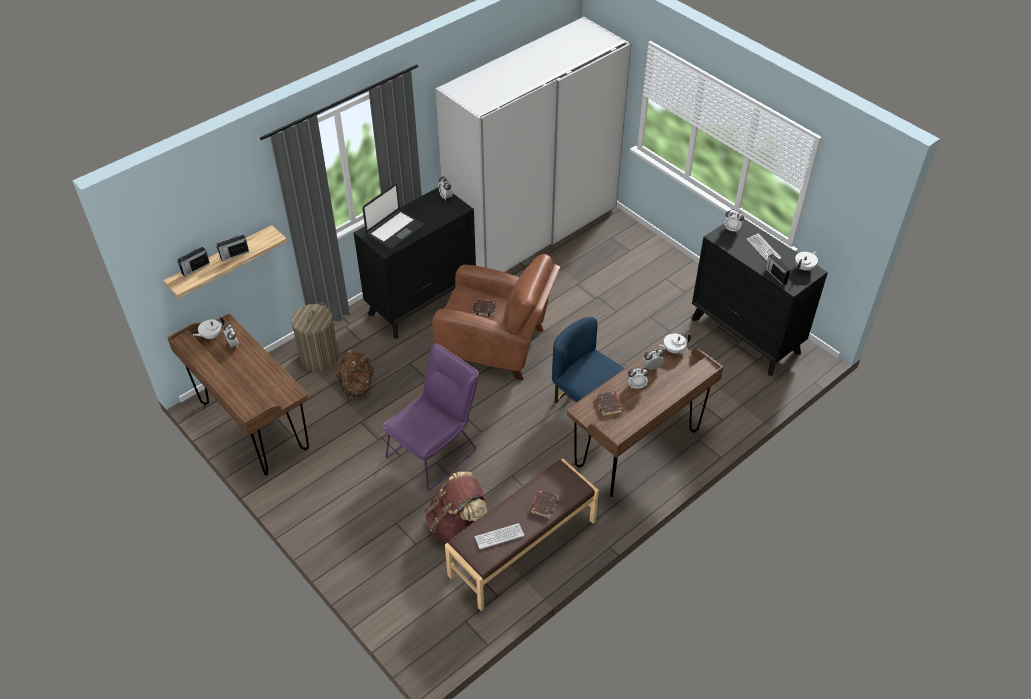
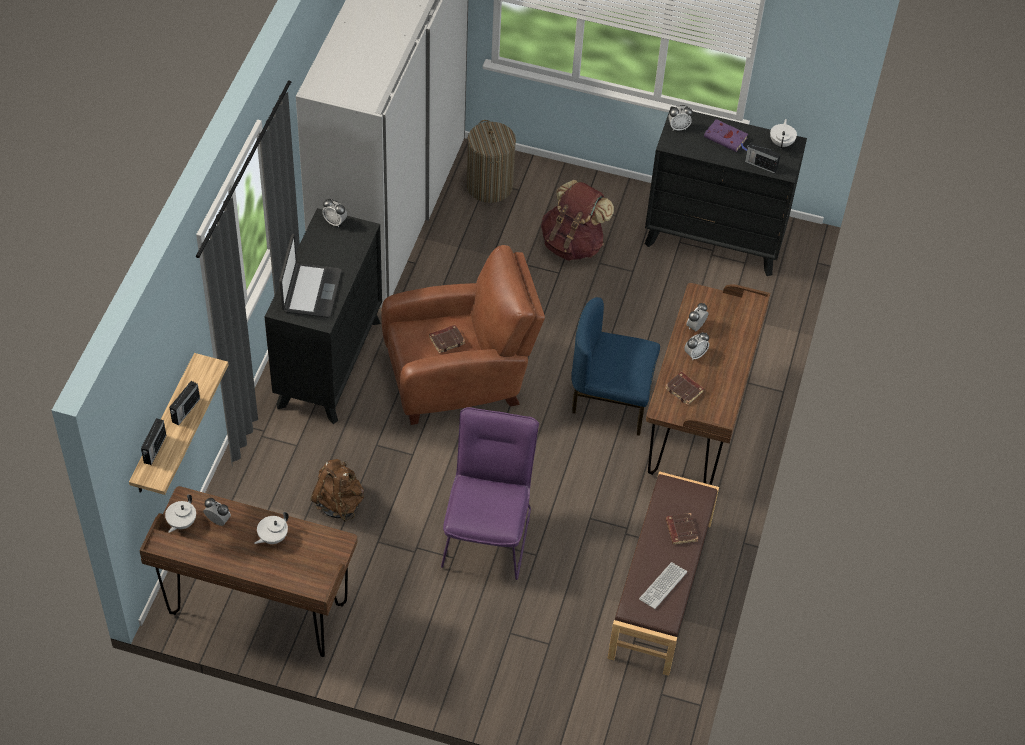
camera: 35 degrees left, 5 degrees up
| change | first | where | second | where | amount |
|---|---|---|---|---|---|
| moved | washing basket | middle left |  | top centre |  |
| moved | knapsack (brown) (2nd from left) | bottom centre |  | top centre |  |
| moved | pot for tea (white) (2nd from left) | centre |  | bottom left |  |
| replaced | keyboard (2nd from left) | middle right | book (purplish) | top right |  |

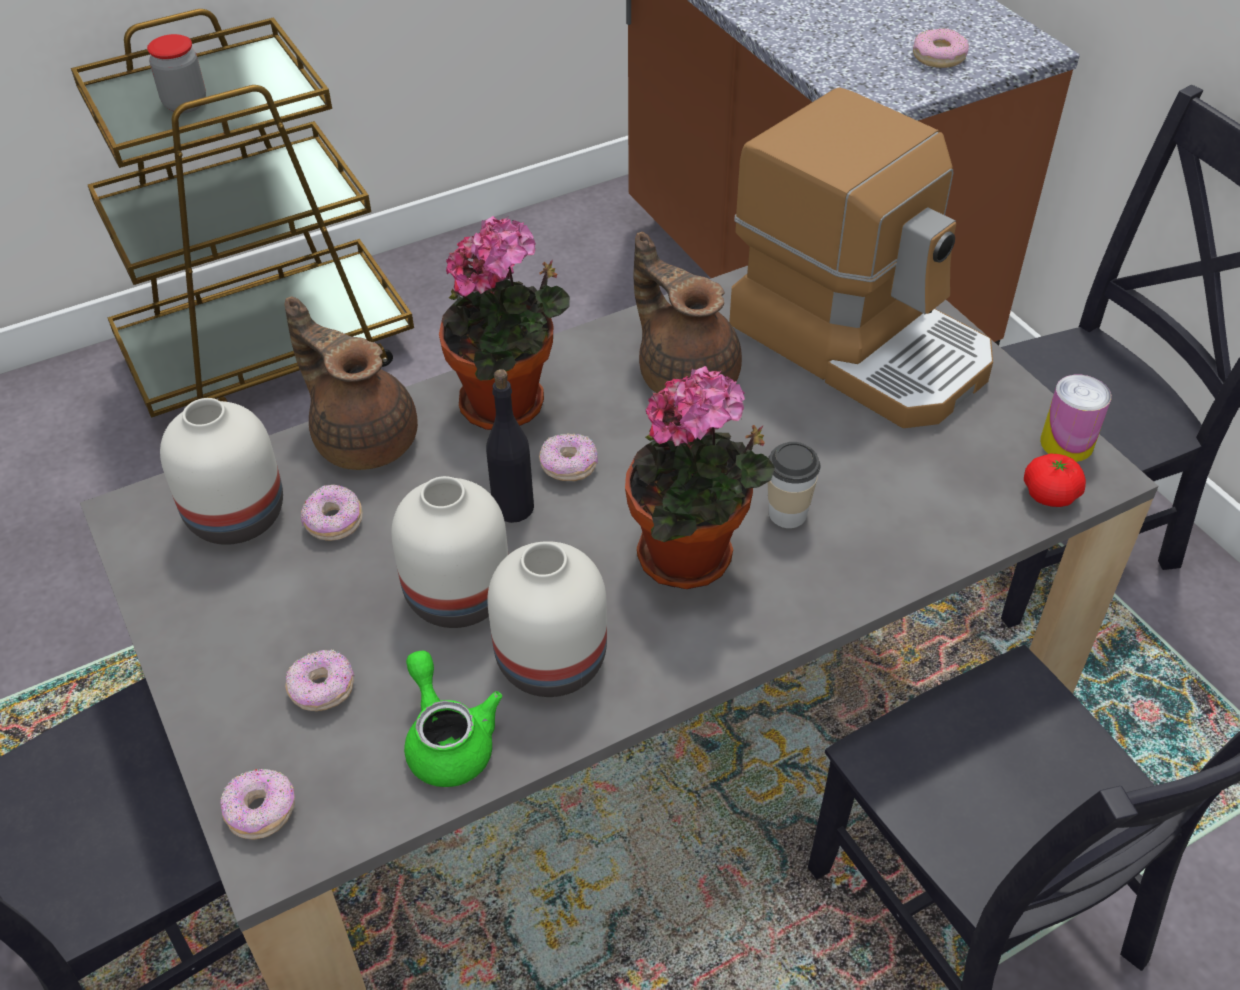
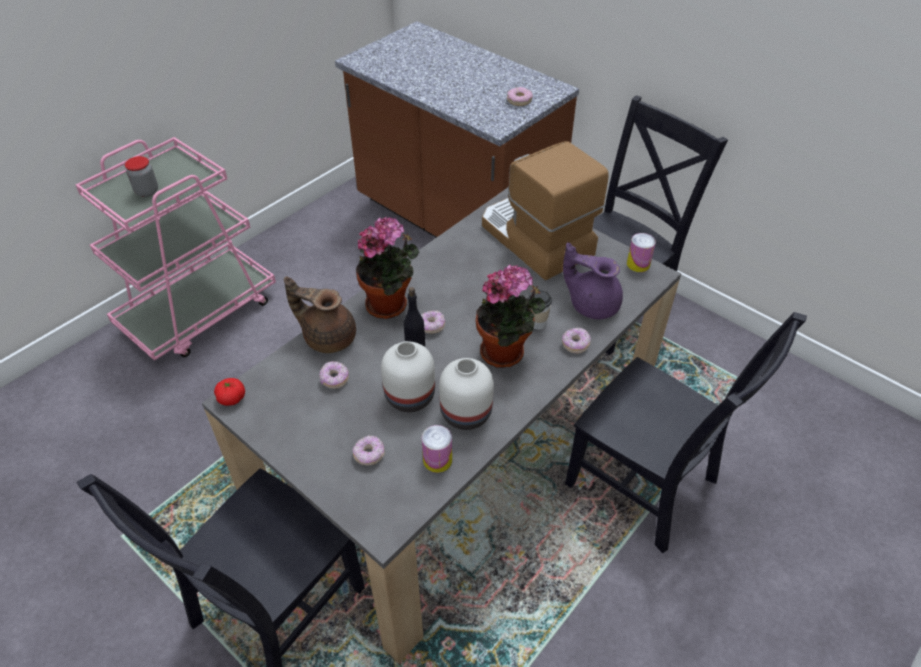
camera: 20 degrees left, 0 degrees up
| change | first | where | second | where | amount |
|---|---|---|---|---|---|
| removed | vase (white) (1st from left) | middle left |  |  |  |
| removed | pot for tea (brown) (2nd from left) | top centre |  |  |  |
| added |  |  | pot for tea (purplish) | centre |  |
| moved | donut (1st from left in the first image) | bottom left | donut (5th from left) | centre |  |
| moved | fresh tomato | middle right |  | middle left |  |
| replaced | pot for tea (greenish) | bottom centre | can (1st from left) | bottom centre |  |
| recoloured | wheeled cart (brown) | top left | wheeled cart (pink) | middle left |  |
| turned | coffee brewer | top right |  | top centre | 150 degrees counterclockwise |

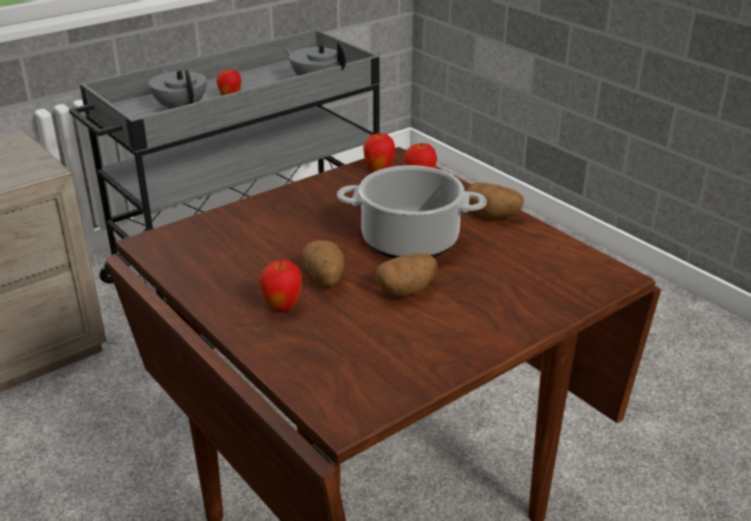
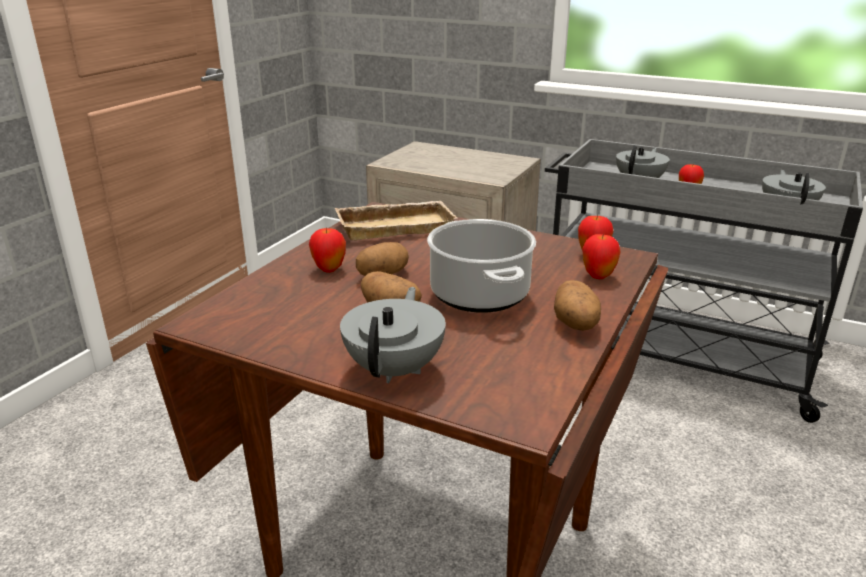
camera: 65 degrees right, 5 degrees down
| change | first | where | second | where | amount |
|---|---|---|---|---|---|
| added |  |  | carrying tray (beige-coloured) | centre |  |
| added |  |  | pot for tea (gray) (1st from left) | centre |  |

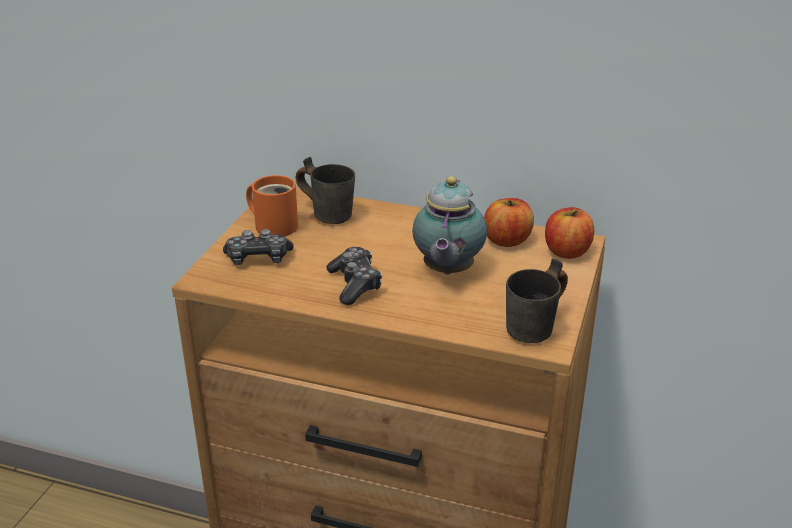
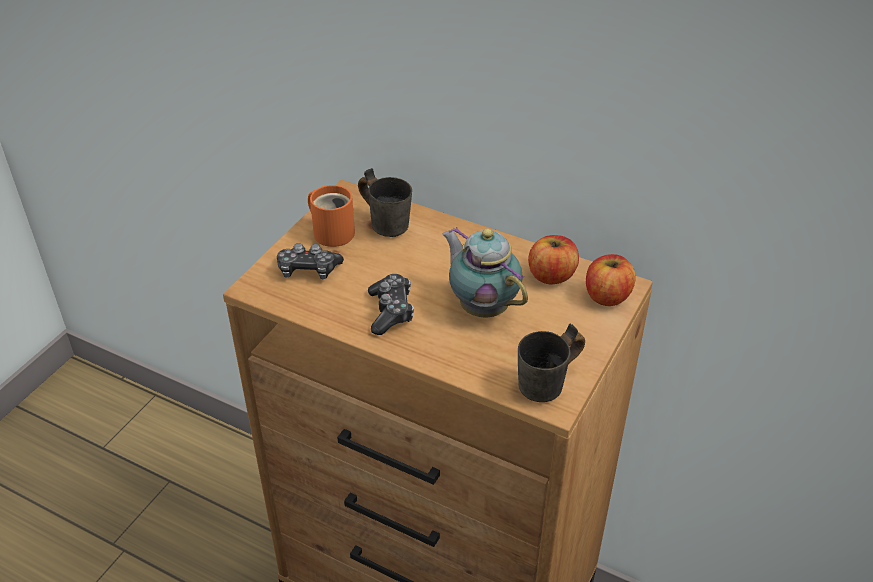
camera: 10 degrees right, 10 degrees up
| change | first | where | second | where | amount |
|---|---|---|---|---|---|
| turned | pot for tea | centre |  | centre | 120 degrees clockwise |

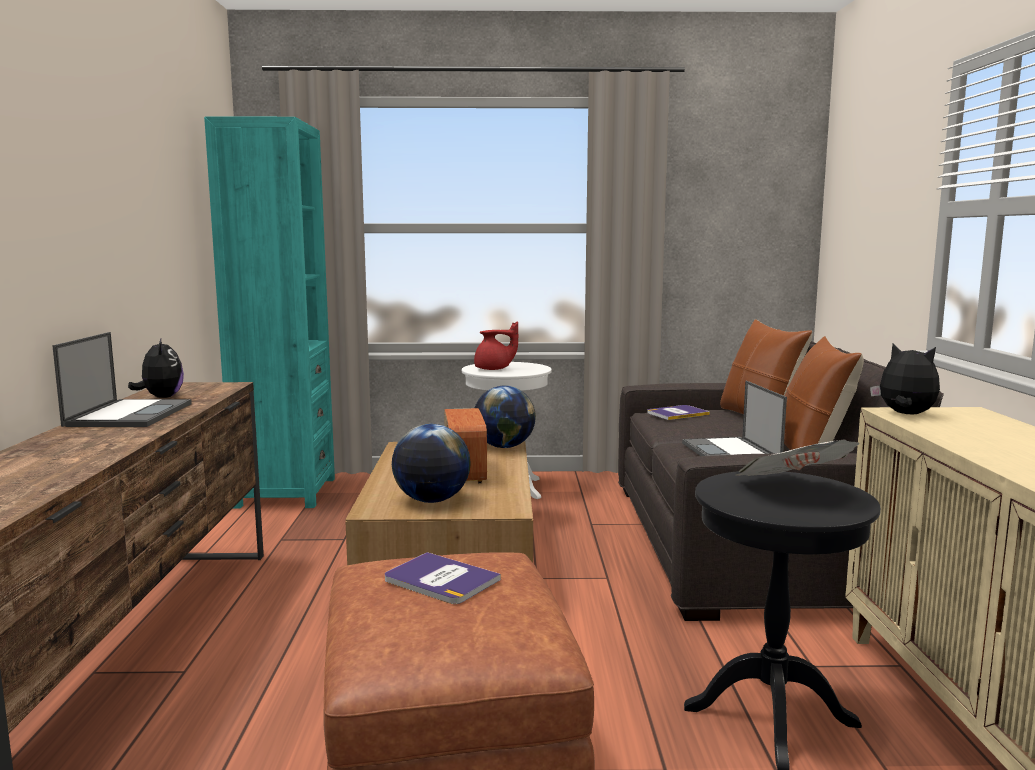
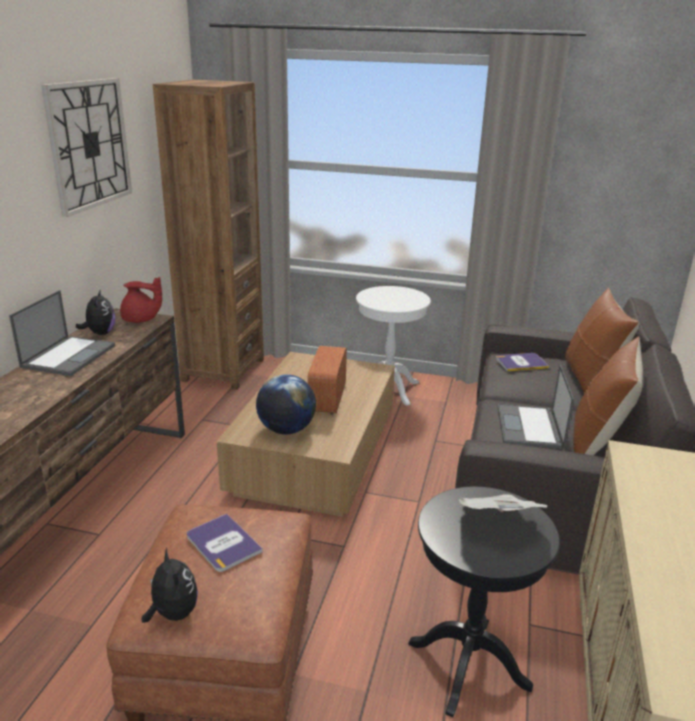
camera: 15 degrees right, 15 degrees up
| change | first | where | second | where | amount |
|---|---|---|---|---|---|
| removed | desk globe (2nd from left) | centre |  |  |  |
| added |  |  | clock on the wall | top left |  |
| moved | pot for tea (red) | centre |  | middle left |  |
| moved | plush toy (2nd from left) | middle right |  | bottom left |  |
| recoloured | bookshelf (turquoise-coloured) | middle left | bookshelf (brown) | top left |  |

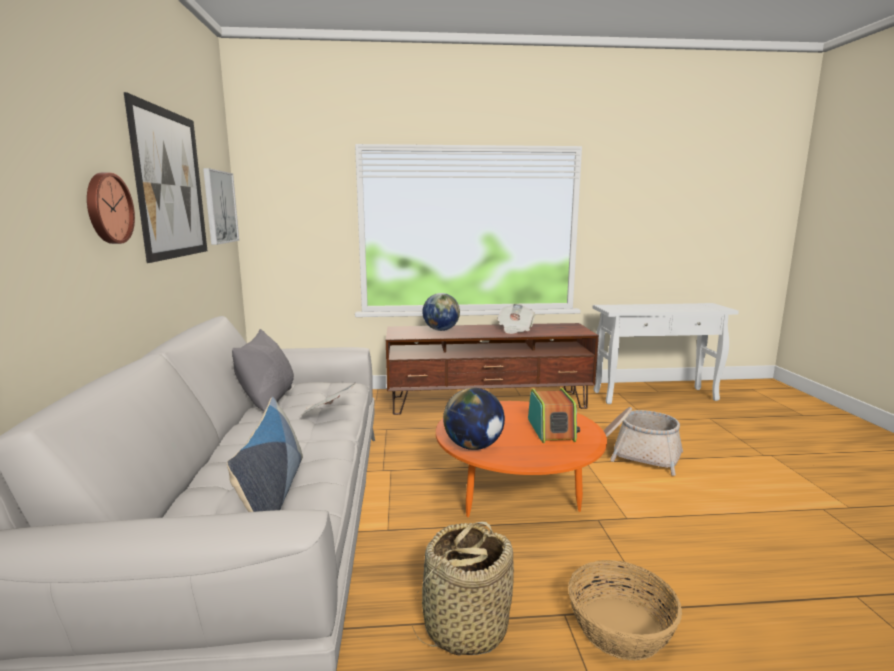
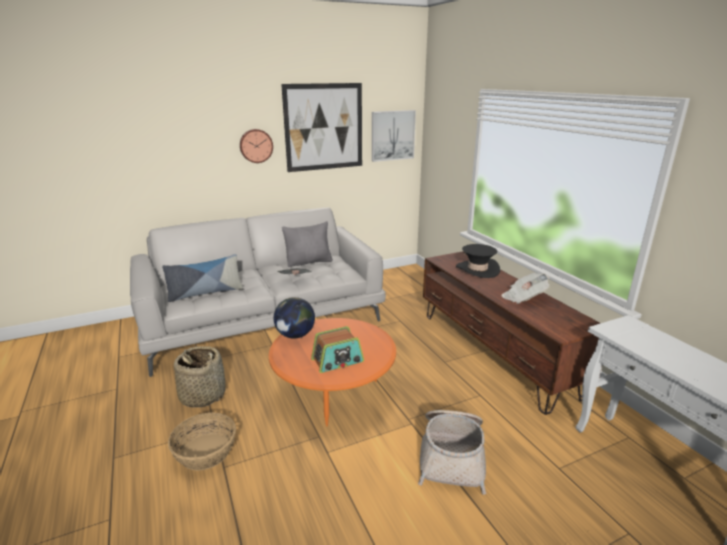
camera: 70 degrees right, 10 degrees up
| change | first | where | second | where | amount |
|---|---|---|---|---|---|
| replaced | desk globe (1st from left) | centre | clothing hat (blackish) | centre |  |

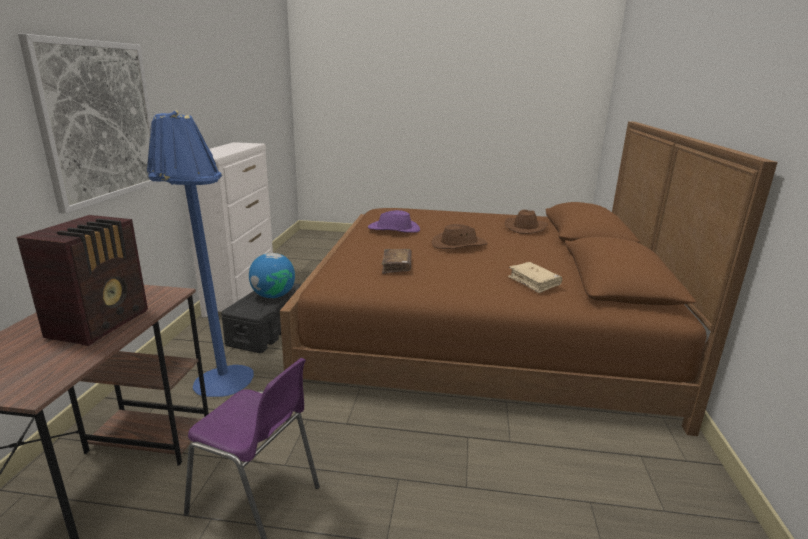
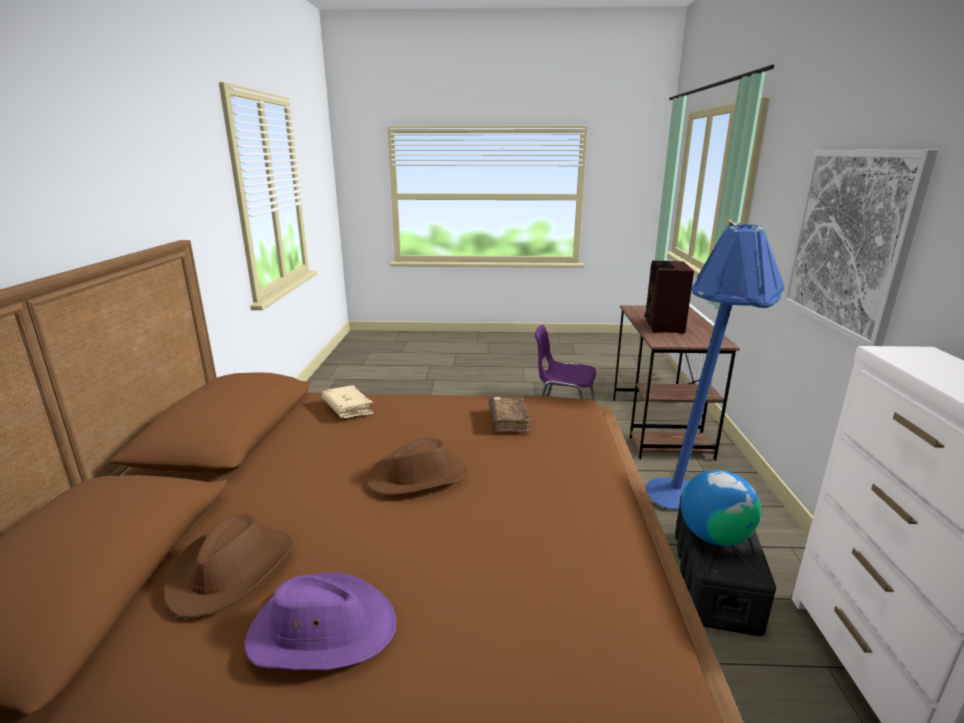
camera: 175 degrees right, 0 degrees up
| change | first | where | second | where | amount |
|---|---|---|---|---|---|
| moved | clothing hat (purplish) | centre |  | bottom left |  |

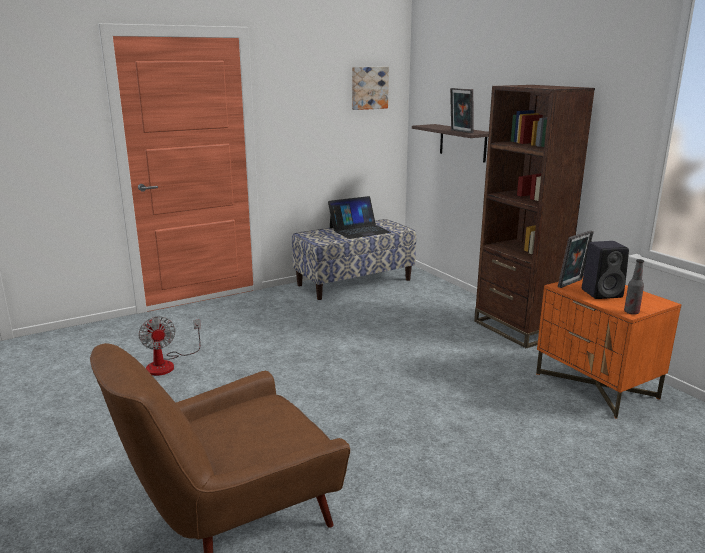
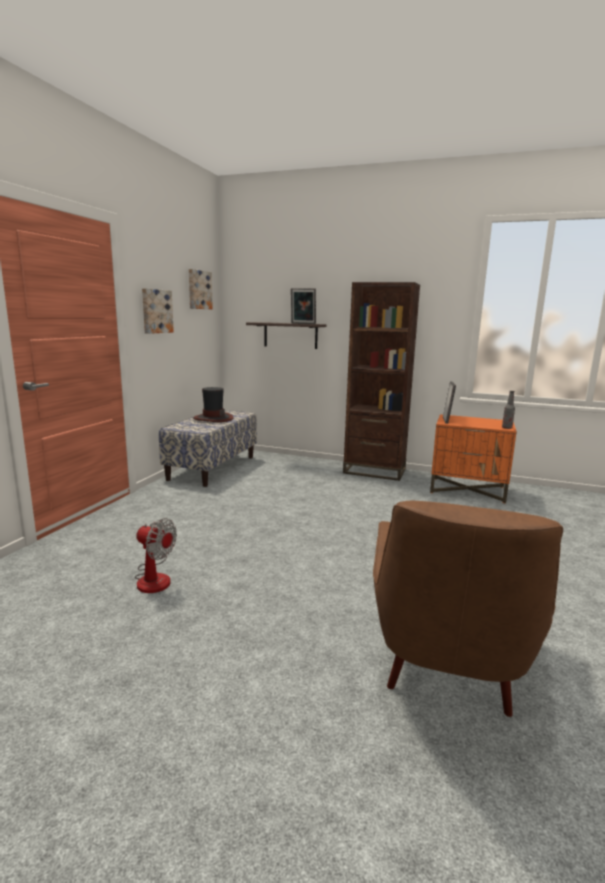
camera: 40 degrees left, 5 degrees down
| change | first | where | second | where | amount |
|---|---|---|---|---|---|
| removed | audio speaker (blackish) | middle right |  |  |  |
| added |  |  | wall picture (1st from left) | middle left |  |
| replaced | laptop | centre | clothing hat | centre |  |

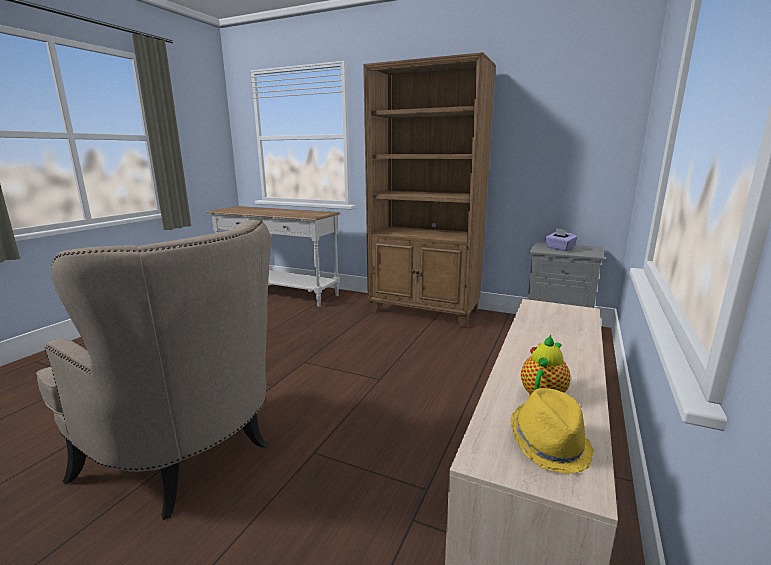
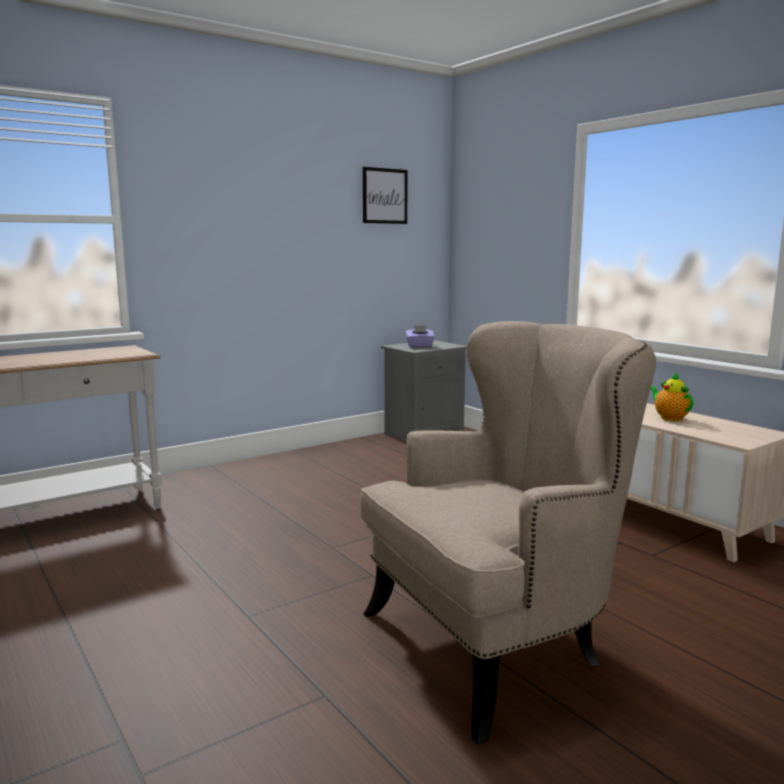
camera: 60 degrees left, 5 degrees down
| change | first | where | second | where | amount |
|---|---|---|---|---|---|
| removed | bookshelf (brown) | centre |  |  |  |
| removed | clothing hat (yellow) | bottom right |  |  |  |
| added |  |  | wall picture | top centre |  |

